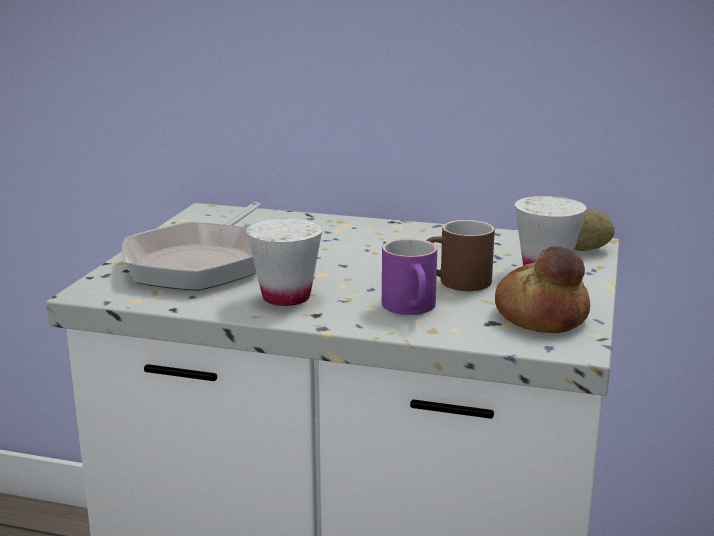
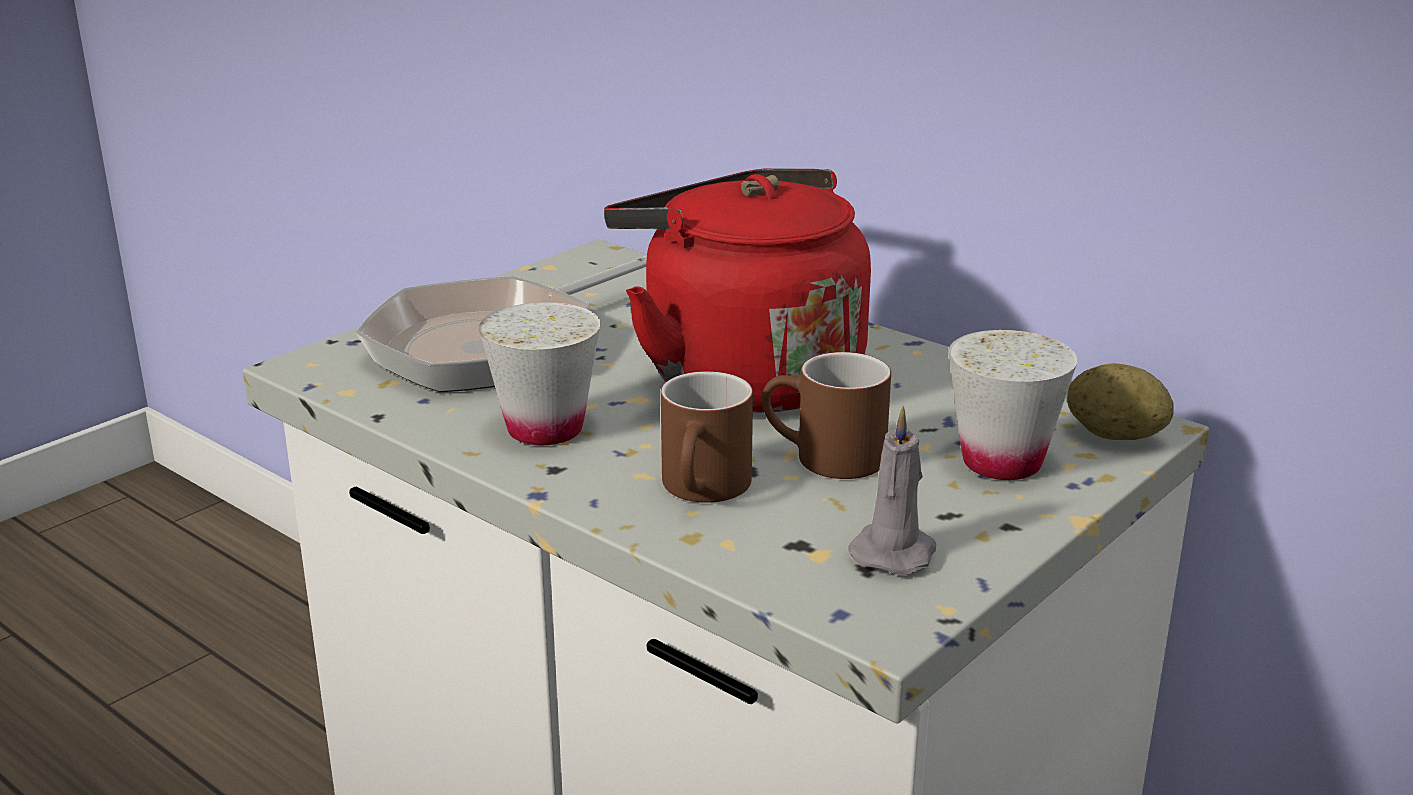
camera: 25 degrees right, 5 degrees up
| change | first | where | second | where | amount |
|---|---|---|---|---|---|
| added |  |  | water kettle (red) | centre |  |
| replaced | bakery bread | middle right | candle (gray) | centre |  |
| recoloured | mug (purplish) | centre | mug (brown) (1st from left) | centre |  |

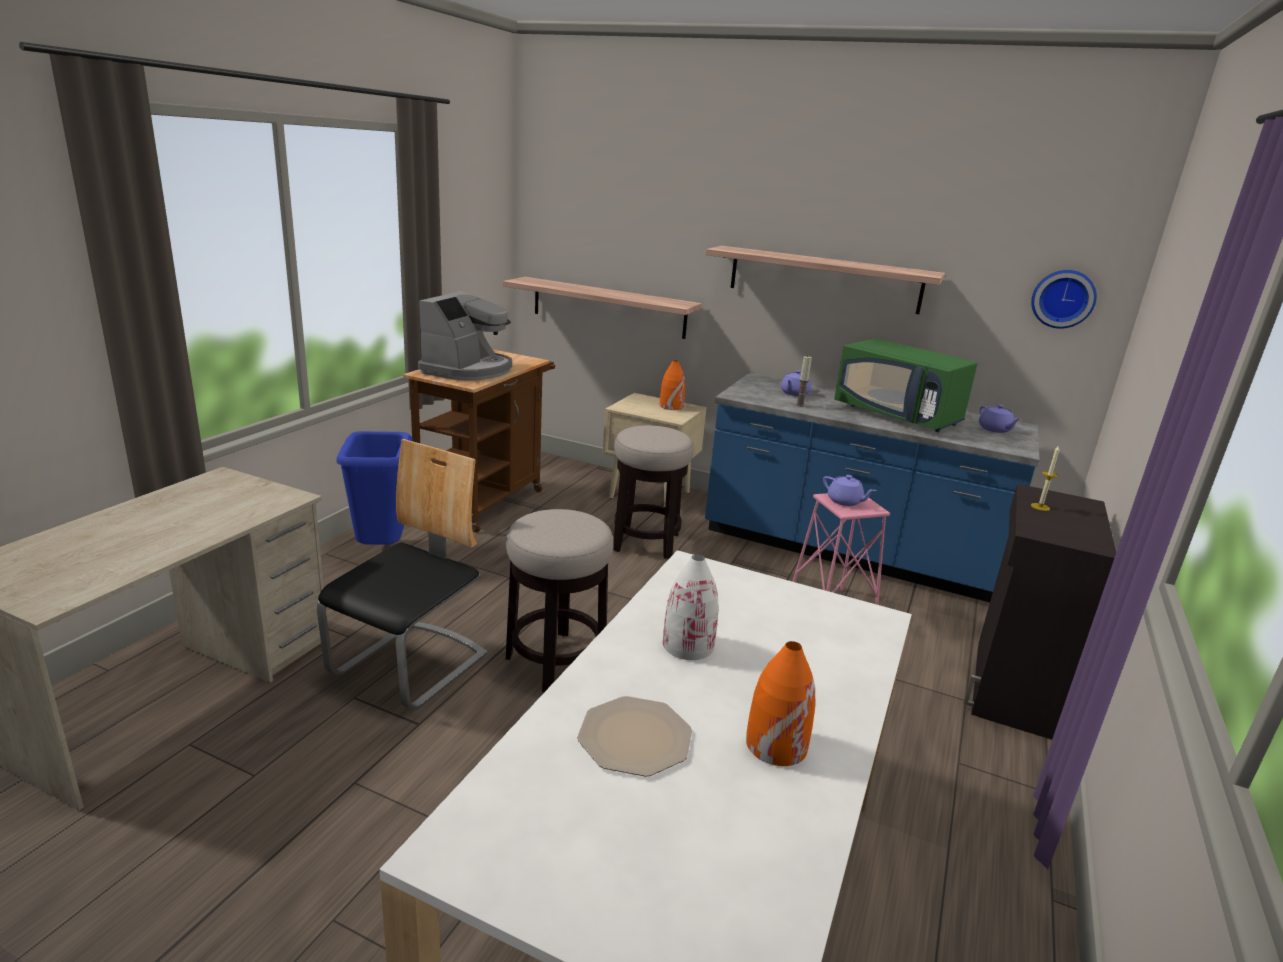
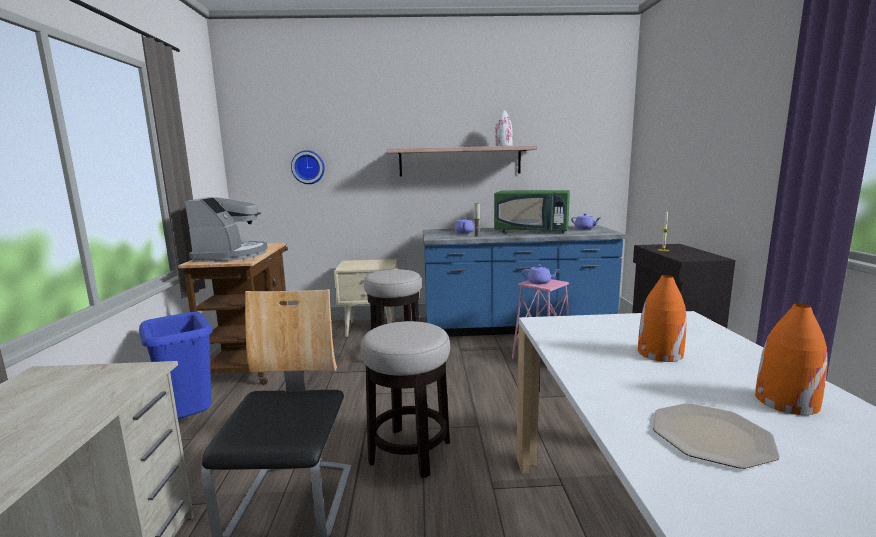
camera: 25 degrees left, 10 degrees down
| change | first | where | second | where | amount |
|---|---|---|---|---|---|
| removed | wall shelf (1st from left) | top centre |  |  |  |
| moved | vase (orange) (1st from left) | centre |  | middle right |  |
| moved | vase (white) | centre |  | top centre |  |
| moved | clock on the wall | top right |  | top centre |  |

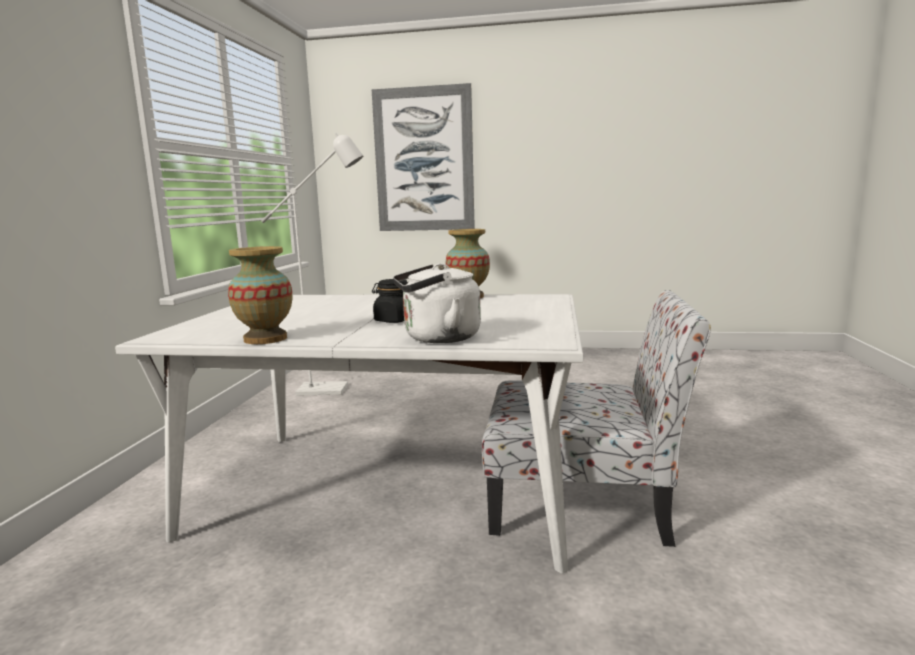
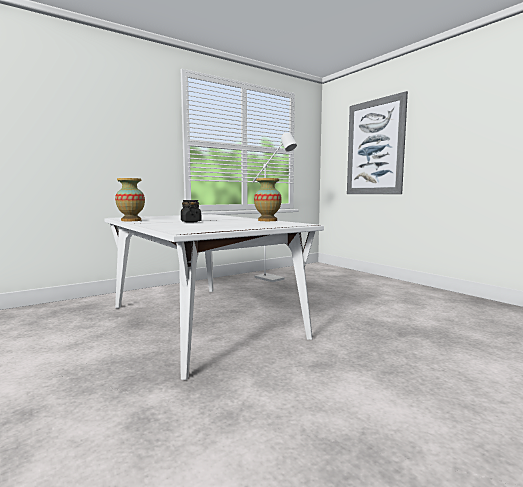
camera: 45 degrees right, 5 degrees down
| change | first | where | second | where | amount |
|---|---|---|---|---|---|
| removed | water kettle (white) | centre |  |  |  |
| removed | chair | centre |  |  |  |

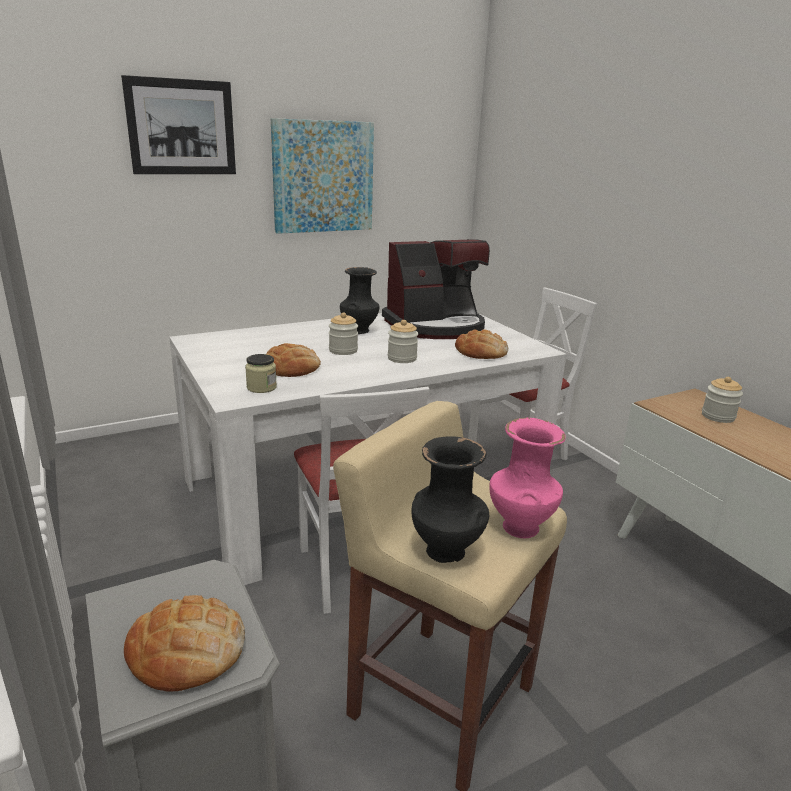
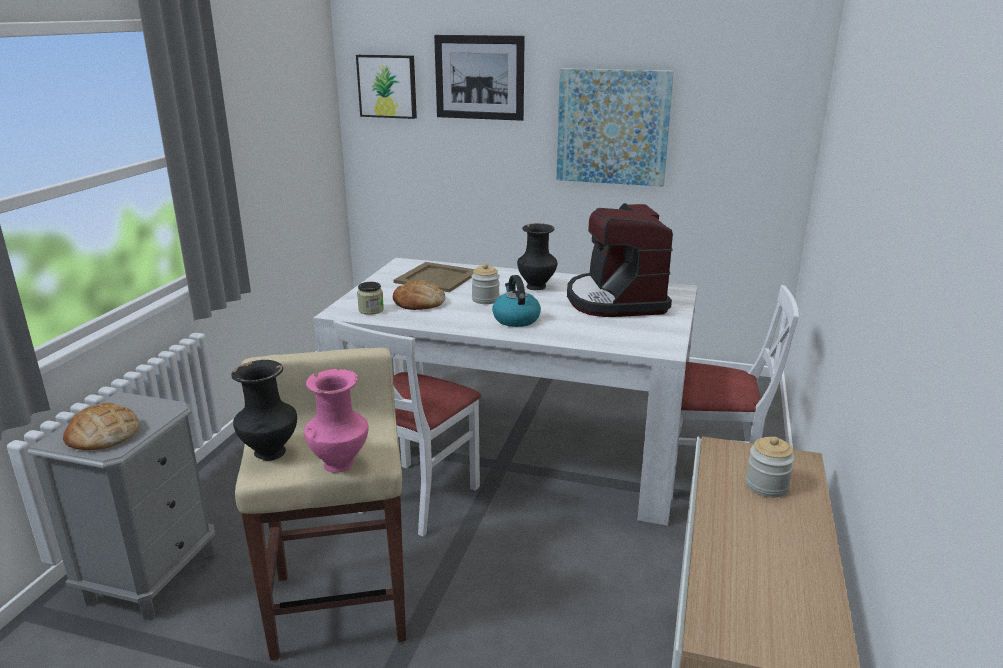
camera: 45 degrees right, 0 degrees up
| change | first | where | second | where | amount |
|---|---|---|---|---|---|
| removed | bakery bread (3rd from left) | centre |  |  |  |
| added |  |  | wall picture (1st from left) | top centre |  |
| added |  |  | carrying tray (beige-coloured) | centre |  |
| replaced | jar (3rd from left) | centre | water kettle | centre |  |
| turned | coffee brewer | centre |  | centre | 60 degrees clockwise |

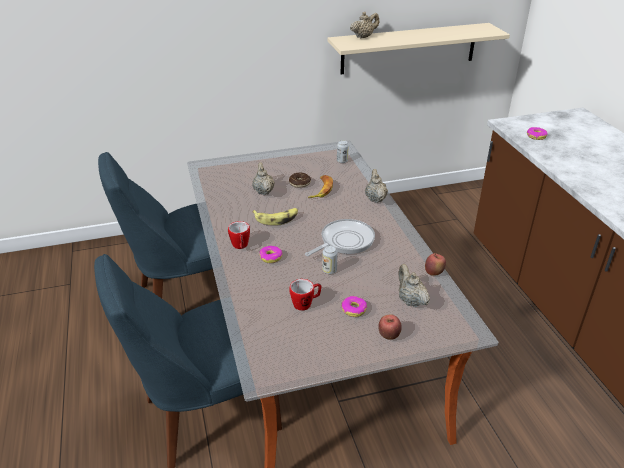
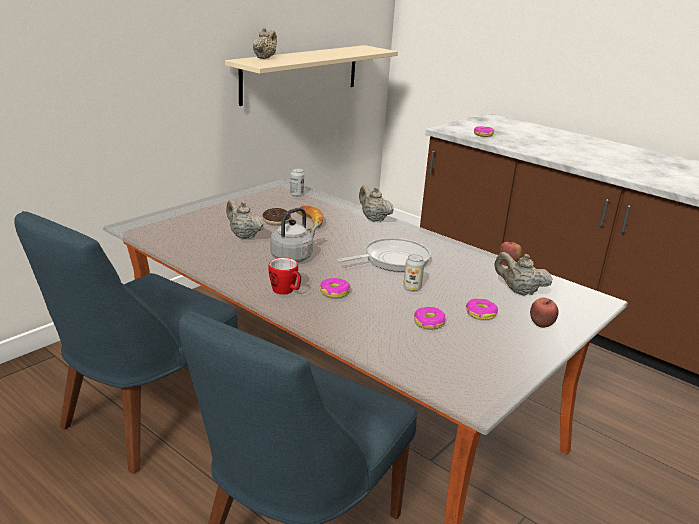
camera: 35 degrees left, 10 degrees down
| change | first | where | second | where | amount |
|---|---|---|---|---|---|
| replaced | banana (1st from left) | centre | water kettle (gray) | centre |  |
| replaced | mug (2nd from left) | centre | donut (3rd from left) | centre |  |
| turned | skillet | centre |  | centre | 45 degrees clockwise |

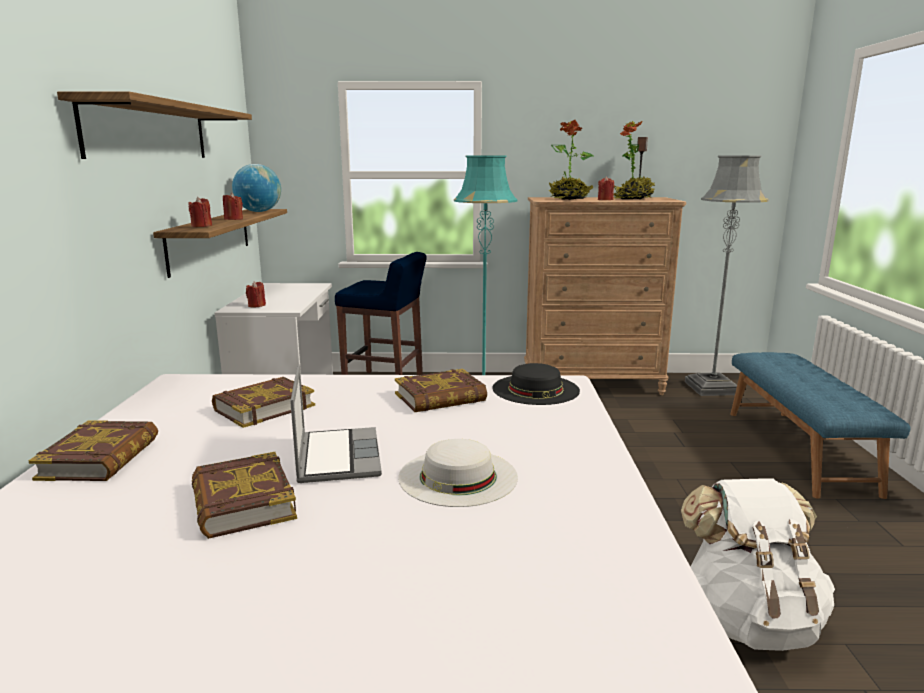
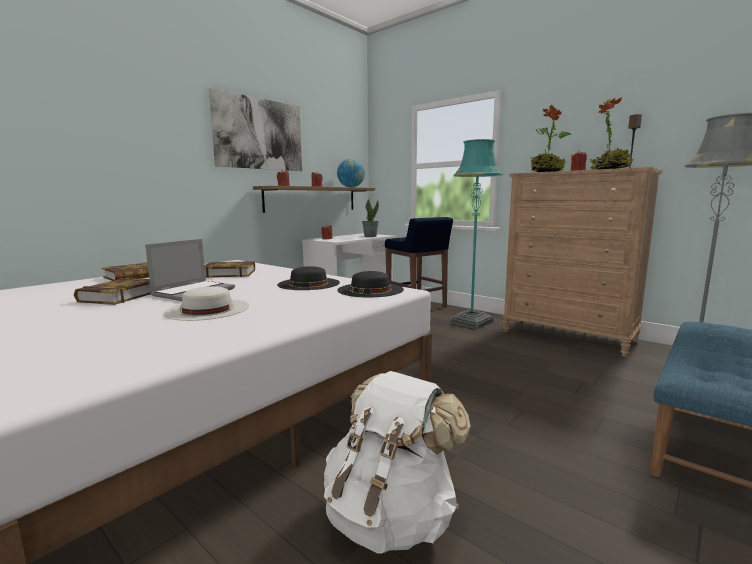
camera: 40 degrees right, 5 degrees down
| change | first | where | second | where | amount |
|---|---|---|---|---|---|
| added |  |  | houseplant (1st from left) | centre |  |
| replaced | wall shelf (1st from left) | top left | wall picture | top centre |  |
| replaced | book (4th from left) | centre | clothing hat (blackish) (1st from left) | centre |  |

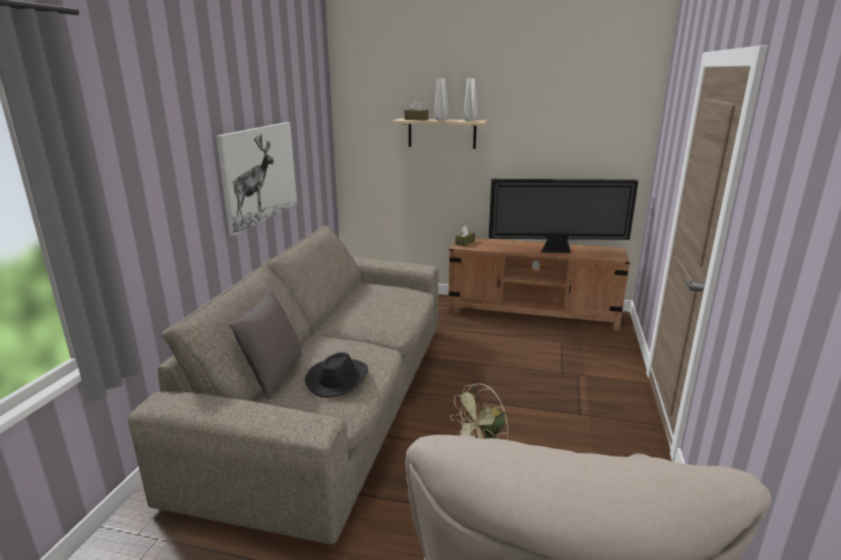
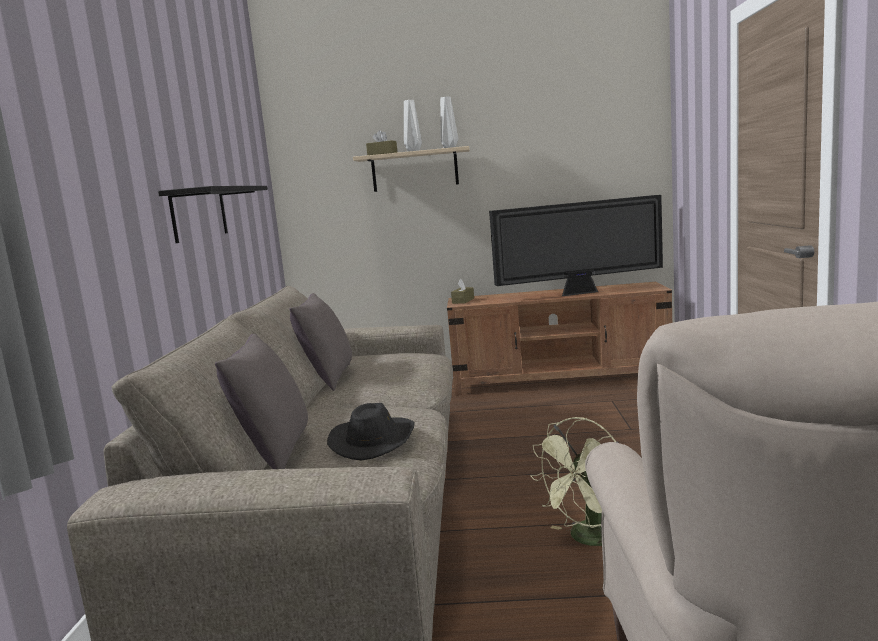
camera: 10 degrees left, 10 degrees down
| change | first | where | second | where | amount |
|---|---|---|---|---|---|
| added |  |  | throw pillow (gray) (2nd from left) | centre |  |
| replaced | wall picture | top left | wall shelf (blackish) | middle left |  |

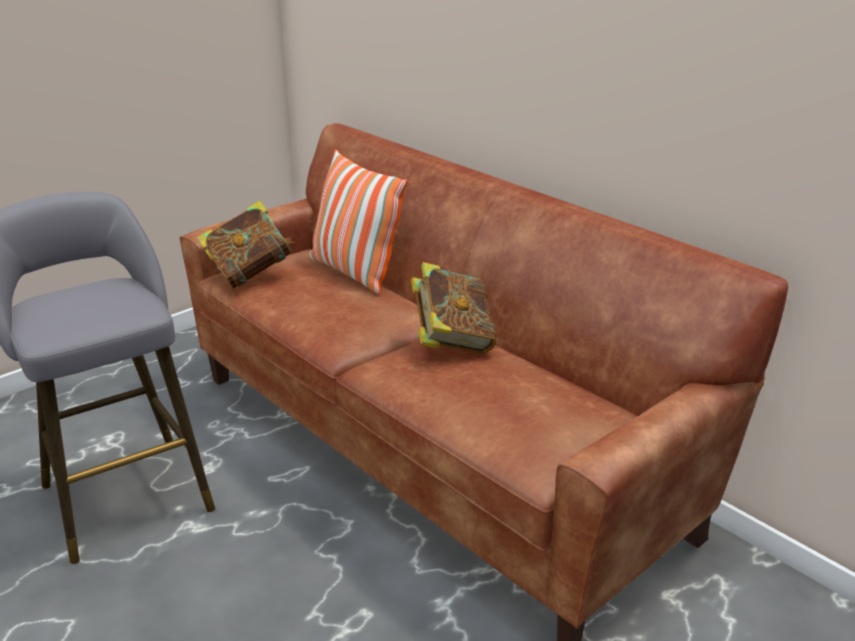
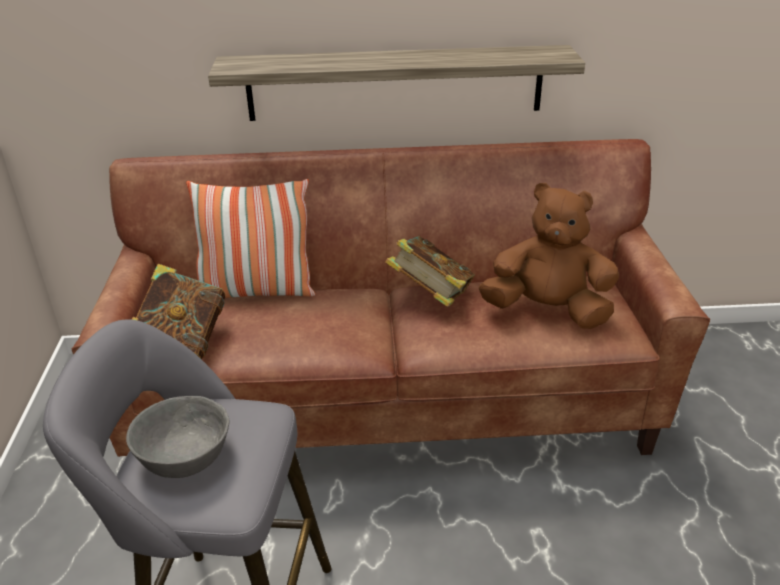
camera: 50 degrees left, 5 degrees up
| change | first | where | second | where | amount |
|---|---|---|---|---|---|
| added |  |  | deep dish (gray) | bottom left |  |
| added |  |  | wall shelf | top centre |  |
| added |  |  | plush toy (brown) | middle right |  |

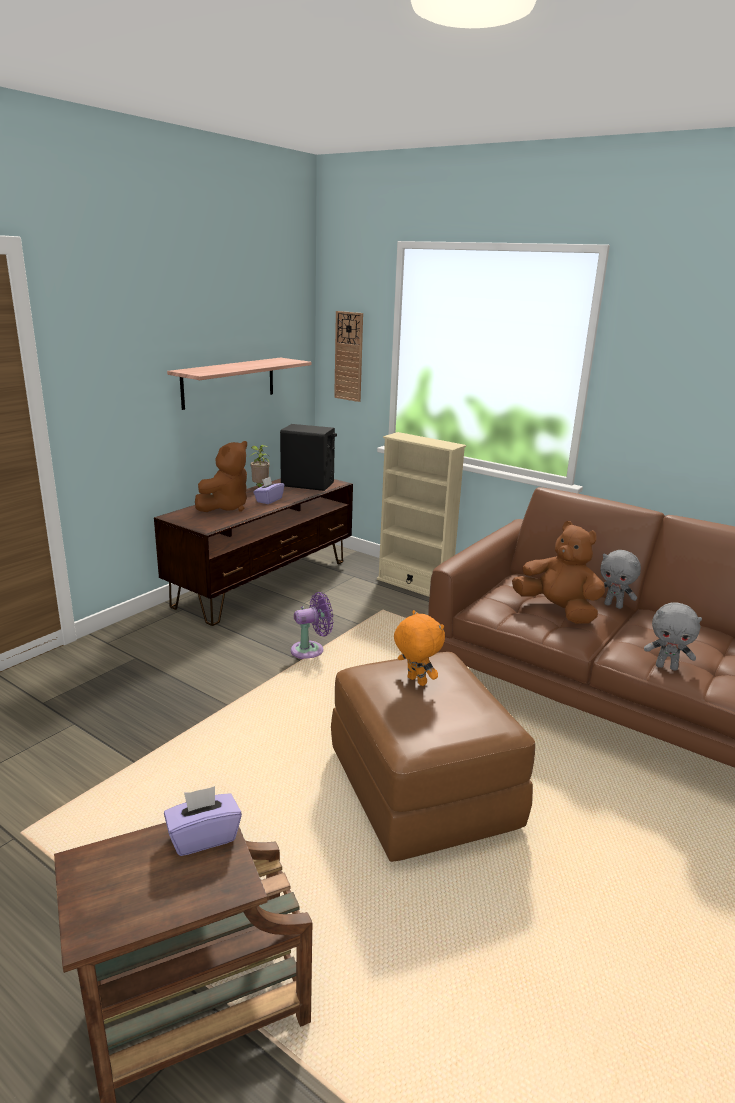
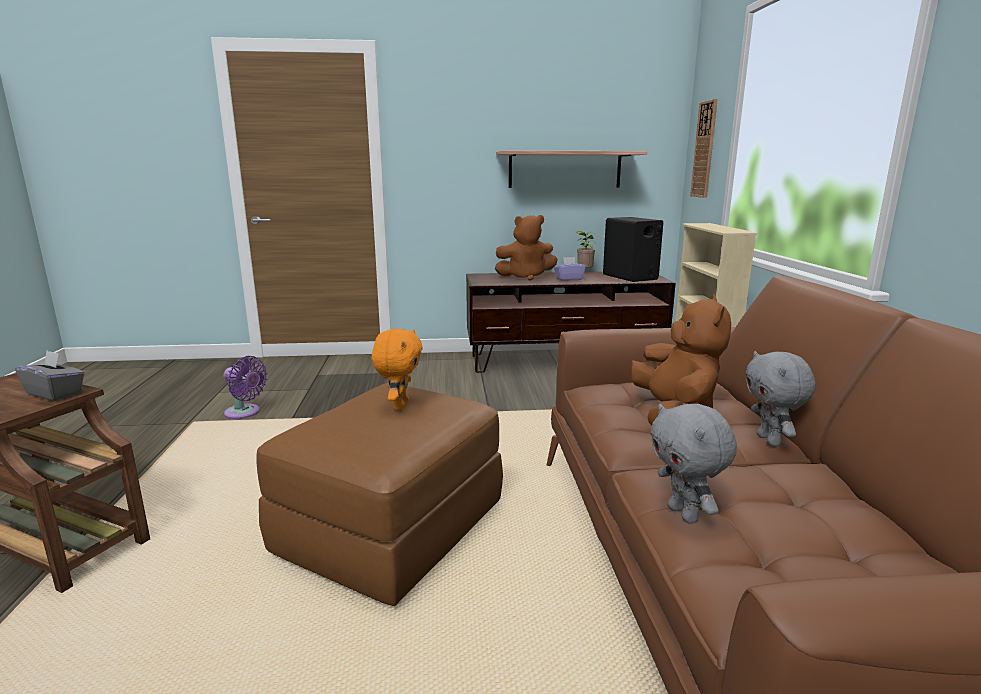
camera: 50 degrees right, 5 degrees down
| change | first | where | second | where | amount |
|---|---|---|---|---|---|
| moved | cooling fan (purplish) | centre |  | middle left |  |
| recoloured | tissue box (purplish) (1st from left) | bottom left | tissue box (gray) | middle left |  |

